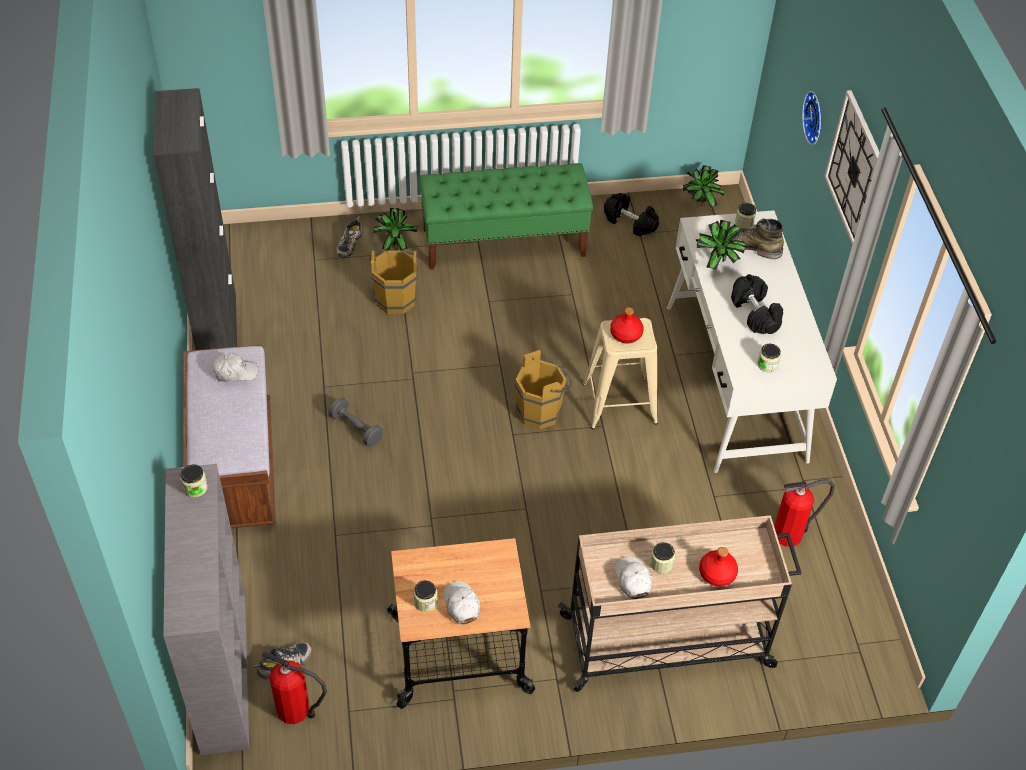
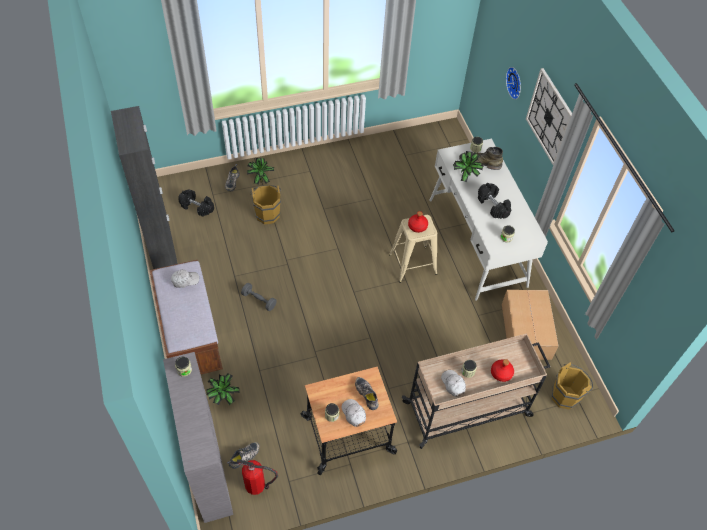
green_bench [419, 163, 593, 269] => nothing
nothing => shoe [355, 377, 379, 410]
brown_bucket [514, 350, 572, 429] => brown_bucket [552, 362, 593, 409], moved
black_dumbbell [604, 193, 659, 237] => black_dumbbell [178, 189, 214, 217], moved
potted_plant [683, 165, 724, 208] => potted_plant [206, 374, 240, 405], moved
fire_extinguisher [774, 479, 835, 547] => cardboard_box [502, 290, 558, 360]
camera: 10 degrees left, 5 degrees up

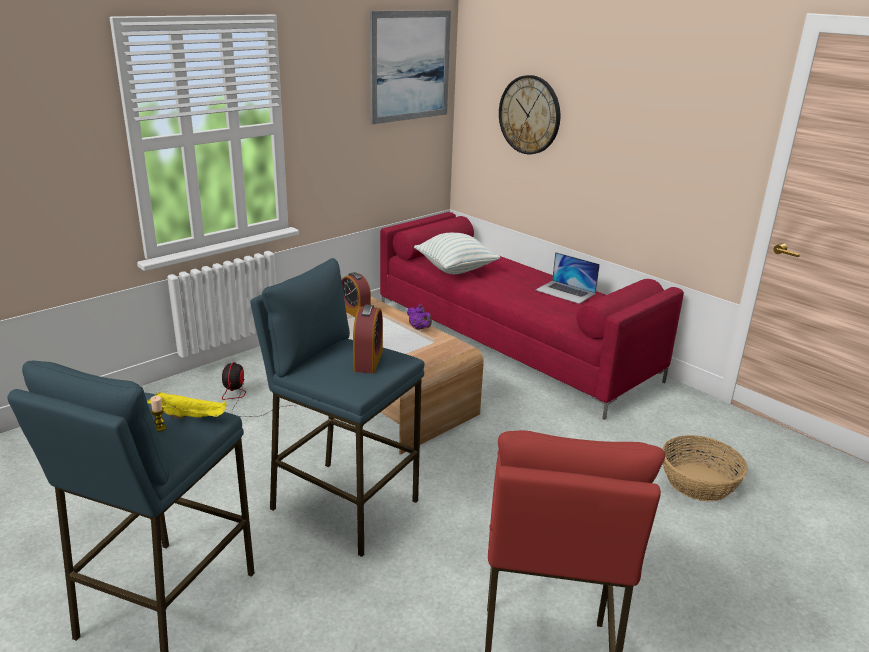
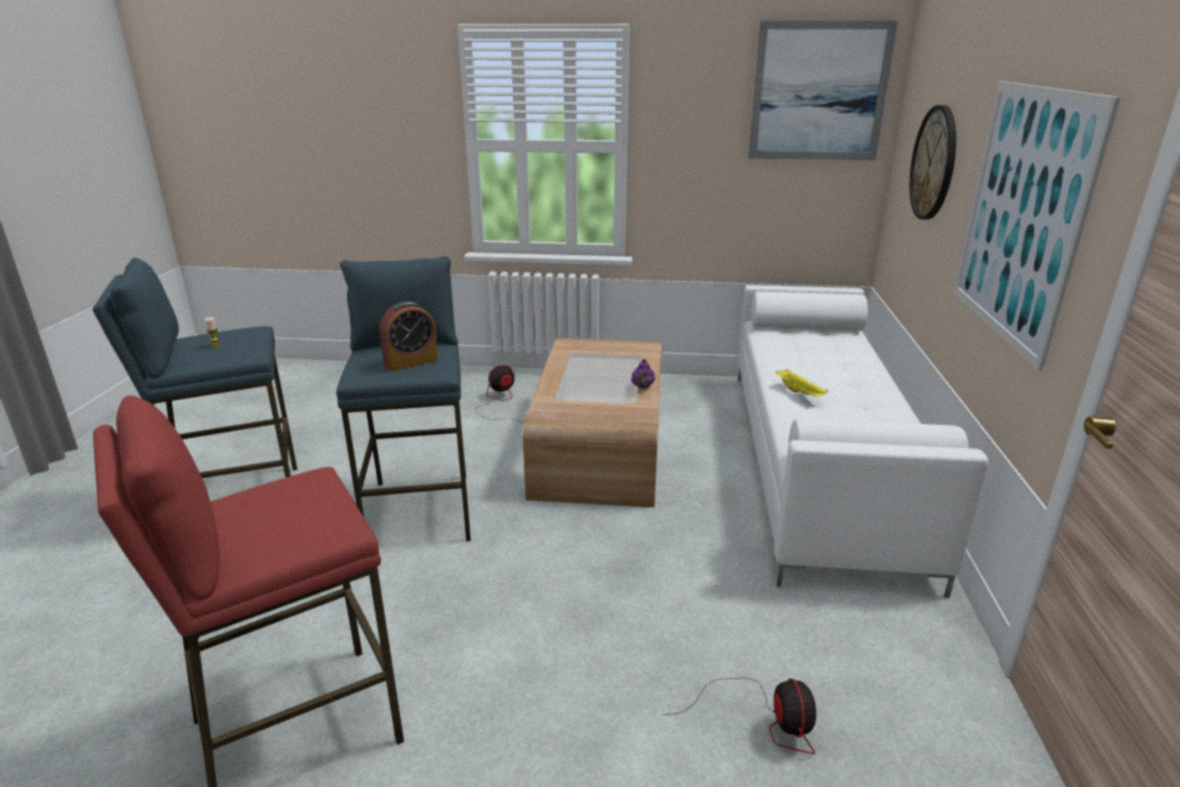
alarm_clock [342, 272, 371, 317] => nothing
pillow [414, 233, 500, 274] => nothing
laptop [536, 252, 600, 304] => nothing
nothing => picture [953, 81, 1121, 371]
yellow_tray [147, 392, 227, 419] => yellow_tray [776, 369, 828, 396], moved
basket [662, 435, 748, 501] => fan [662, 678, 816, 754]
red_sofa [380, 212, 684, 420] => white_sofa [738, 285, 988, 598]
camera: 50 degrees right, 0 degrees up

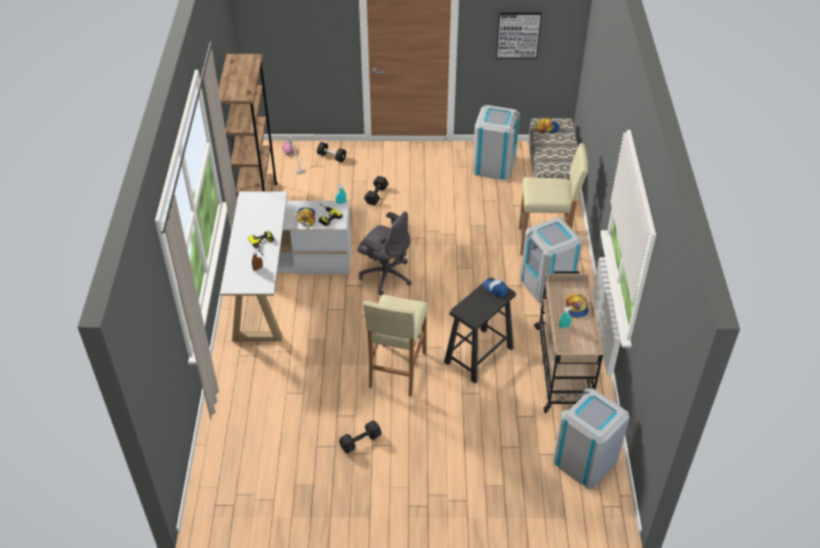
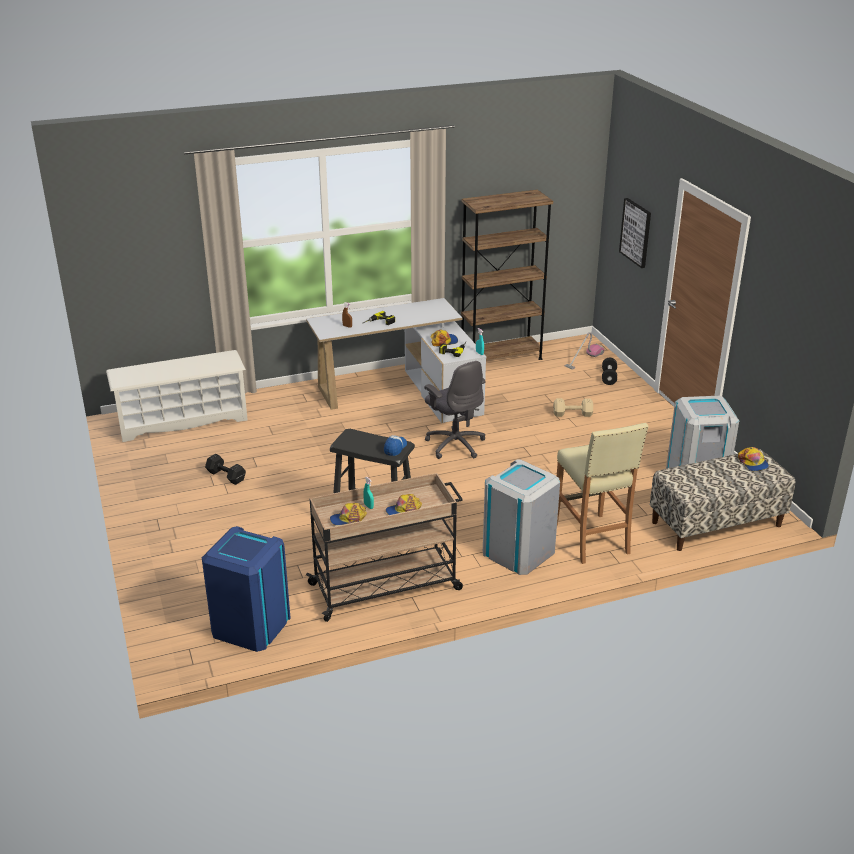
beige_stool [363, 294, 428, 396] => nothing
nothing => white_shoe_rack [106, 350, 248, 442]
nothing => cap [330, 503, 367, 525]
picture [496, 12, 542, 59] => picture [619, 198, 651, 268], moved
black_dumbbell [364, 176, 389, 205] => beige_dumbbell [553, 398, 593, 417]
grey_trash_can [553, 388, 629, 488] => blue_trash_can [202, 526, 291, 652]
grey_office_chair [357, 211, 412, 296] => grey_office_chair [424, 361, 486, 459], 45 degrees counterclockwise
camera: 70 degrees right, 15 degrees down

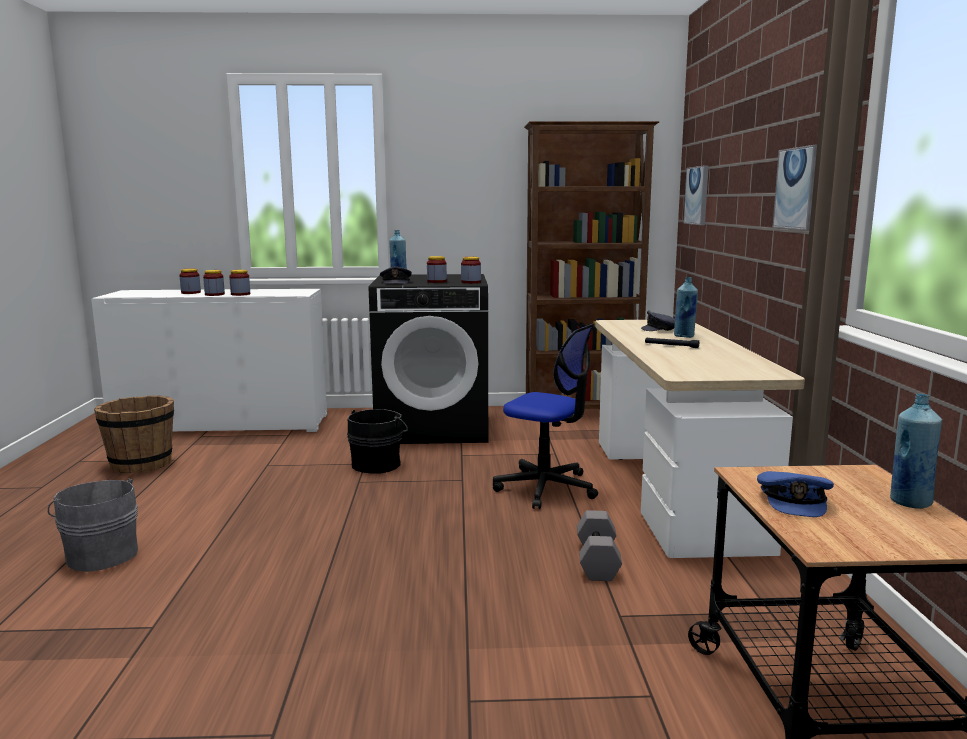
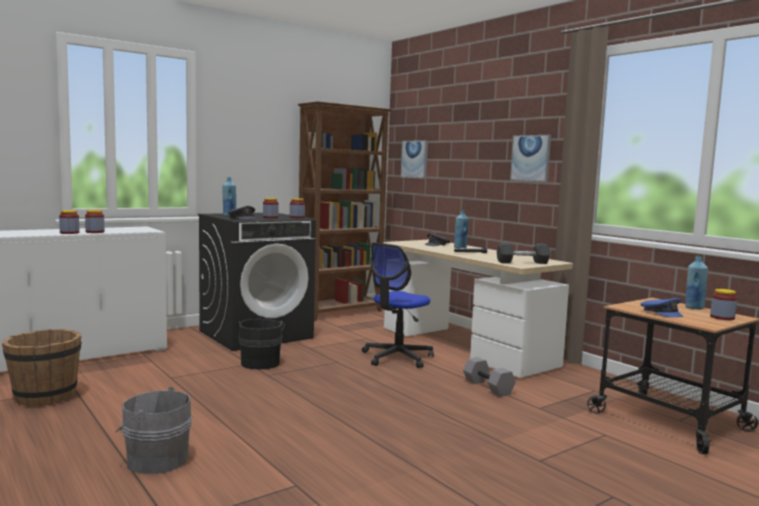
nothing => grey_dumbbell [497, 243, 550, 264]
jar [180, 269, 201, 294] => jar [710, 289, 737, 320], moved
office_chair [493, 324, 598, 509] => office_chair [362, 243, 434, 368], 135 degrees clockwise
camera: 35 degrees left, 5 degrees down

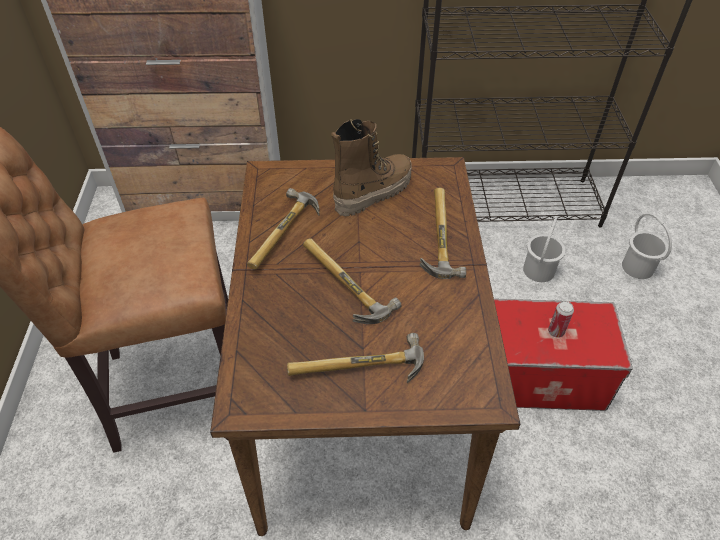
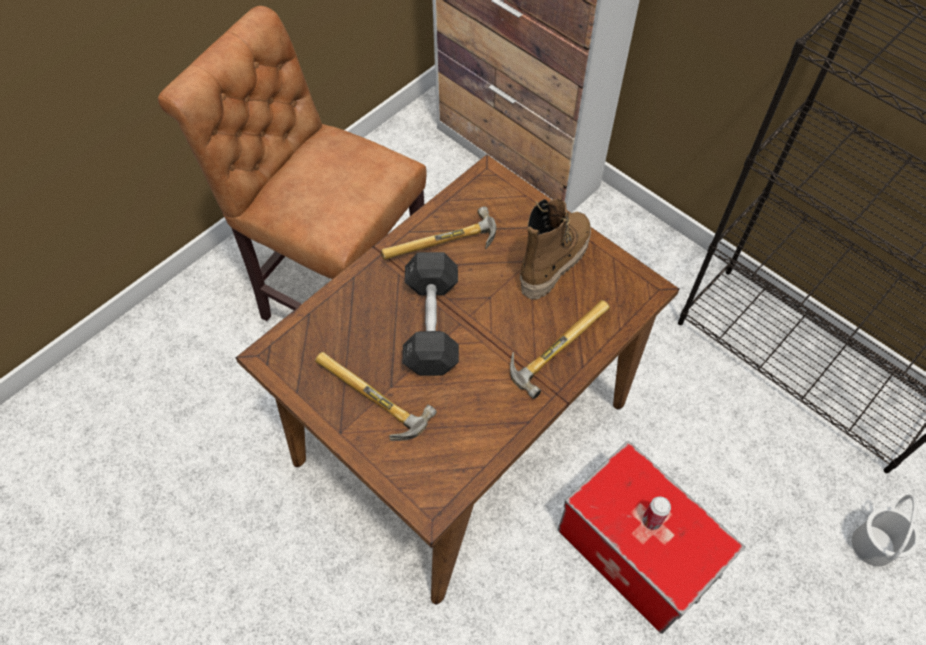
white_bucket [523, 217, 565, 282] => nothing
hammer [303, 238, 402, 324] => grey_dumbbell [402, 252, 459, 376]
boot [331, 119, 412, 216] => boot [520, 199, 591, 300], 60 degrees counterclockwise
camera: 45 degrees right, 10 degrees up

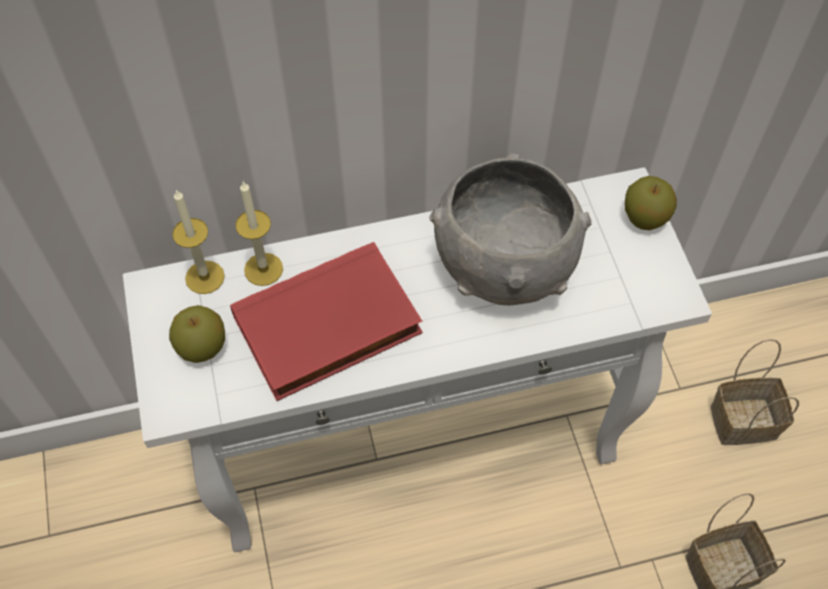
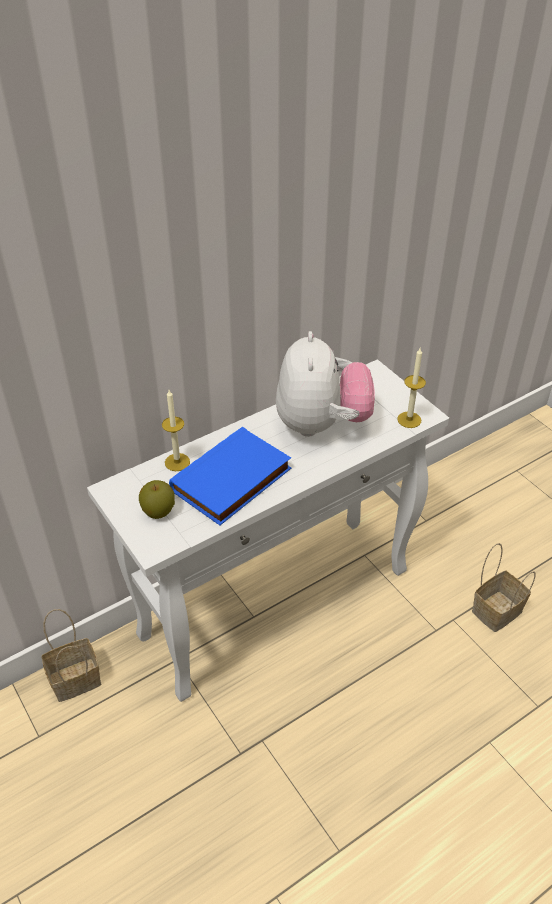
apple [625, 176, 677, 230] => nothing
candle [172, 189, 225, 294] => candle [397, 348, 426, 428], moved
basket [711, 339, 799, 445] => basket [41, 609, 101, 702], moved
grey_bowl [429, 153, 592, 306] => plush_toy [276, 331, 375, 437]
red_book [230, 242, 423, 401] => blue_book [169, 427, 291, 525]
camera: 20 degrees left, 15 degrees down

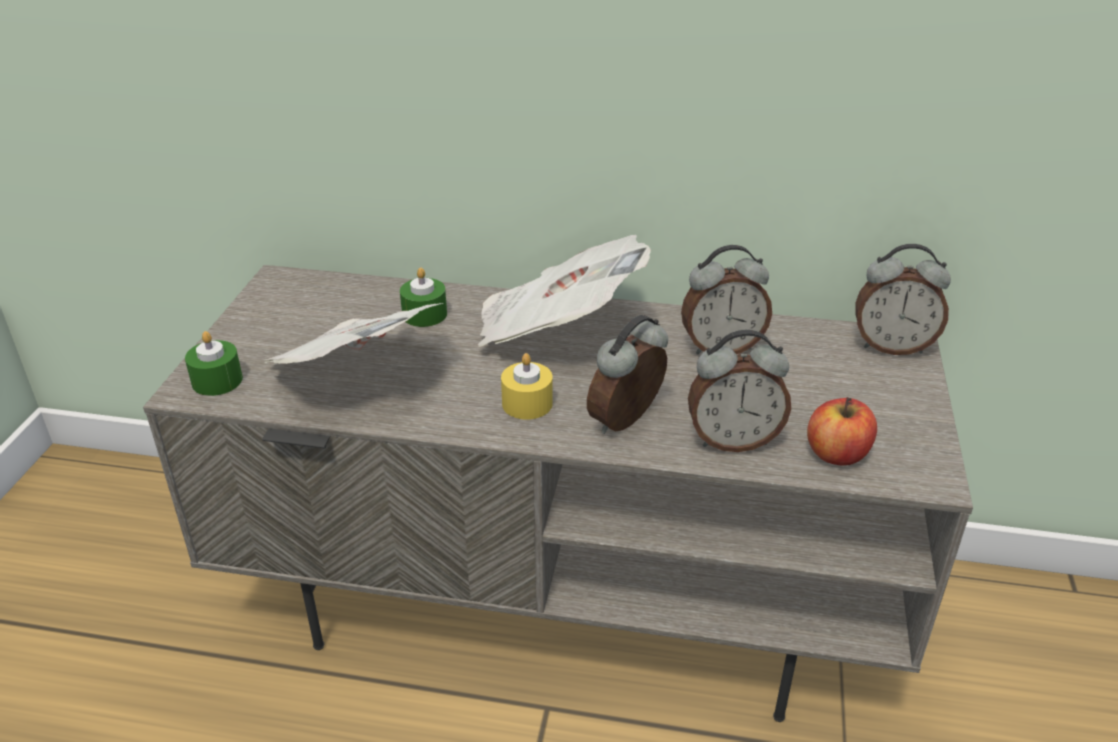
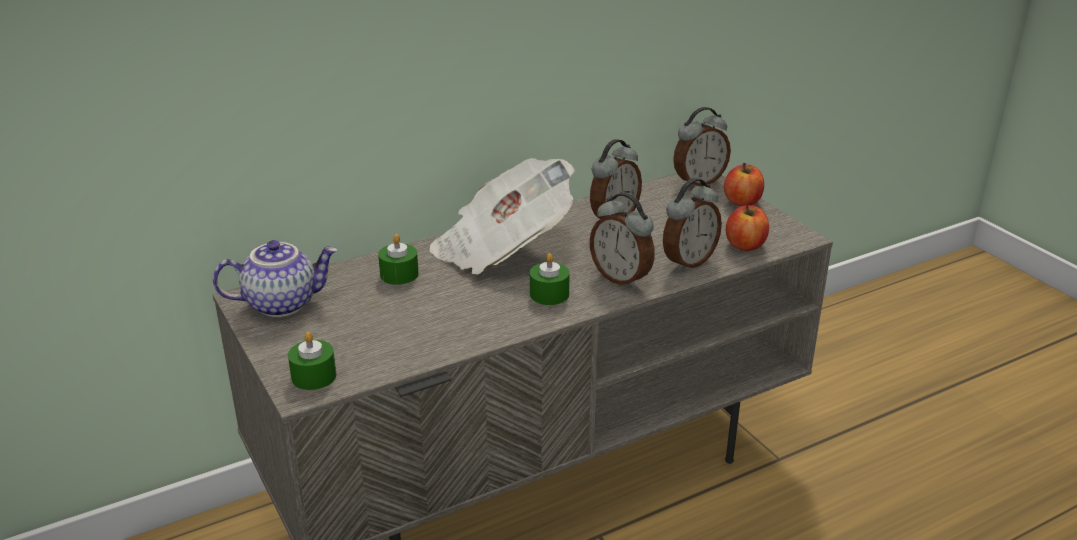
newspaper [265, 303, 443, 364] => nothing
nothing => teapot [213, 240, 338, 317]
nothing => apple [724, 163, 764, 206]
yellow_candle [501, 353, 553, 420] => green_candle [530, 253, 570, 305]
alarm_clock [587, 315, 668, 434] => alarm_clock [590, 193, 655, 289], 45 degrees counterclockwise
camera: 40 degrees left, 5 degrees down

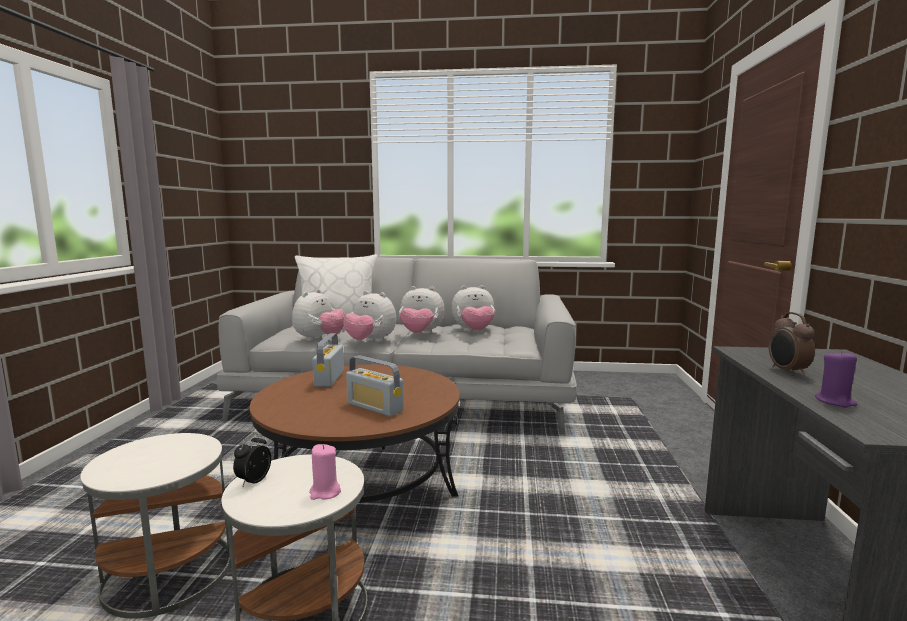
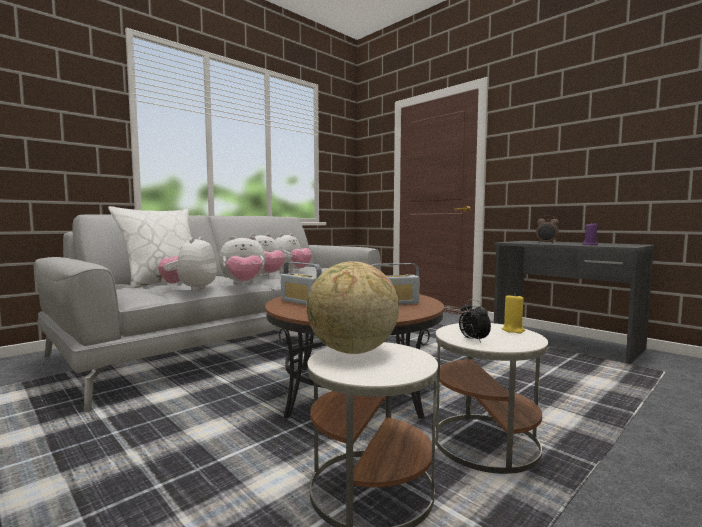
nothing => globe [307, 261, 399, 354]
pink_candle [309, 444, 341, 500] => yellow_candle [502, 295, 525, 334]
plush_toy [292, 289, 346, 341] => plush_toy [158, 237, 217, 291], 150 degrees counterclockwise
camera: 50 degrees left, 5 degrees down

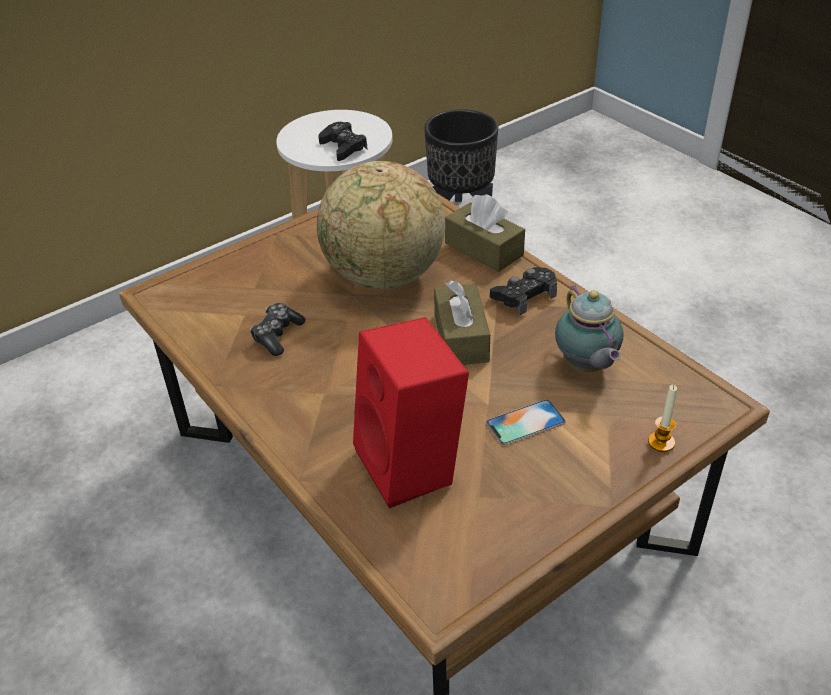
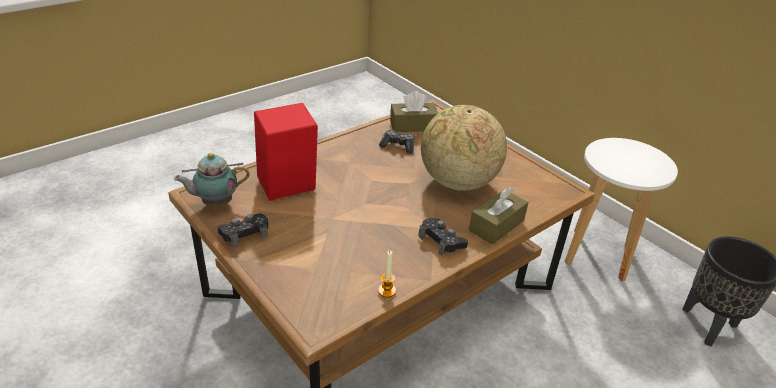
phone [486, 400, 565, 445] => nothing
black_game_controller [318, 122, 368, 161] => black_game_controller [218, 213, 268, 248], moved
brown_tissue_box [434, 280, 490, 365] => brown_tissue_box [390, 91, 438, 132], moved
teapot [555, 285, 623, 372] => teapot [174, 153, 250, 207], moved
candle [648, 385, 677, 452] => candle [378, 250, 396, 297], moved
camera: 85 degrees right, 5 degrees down

